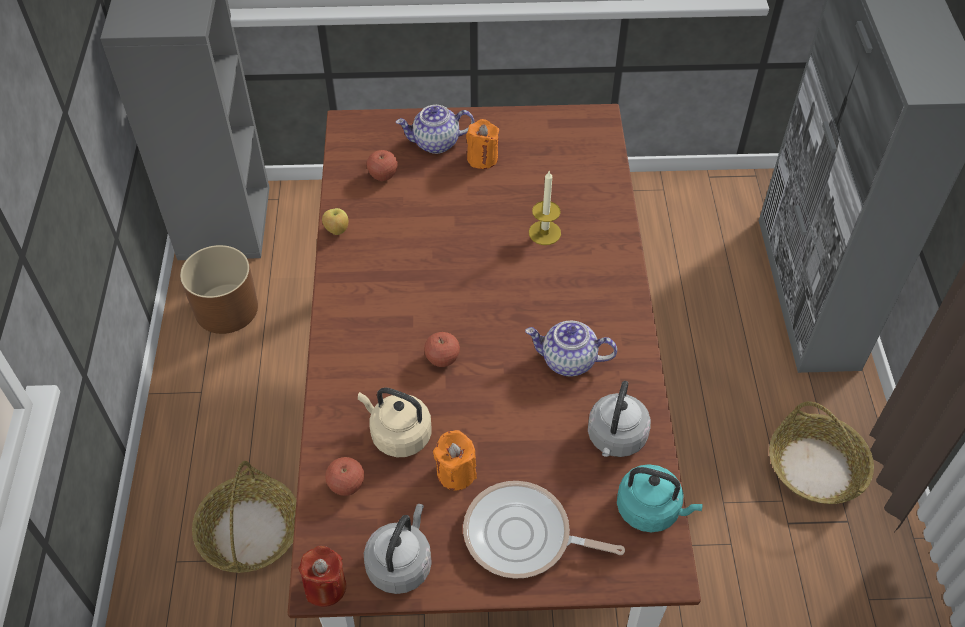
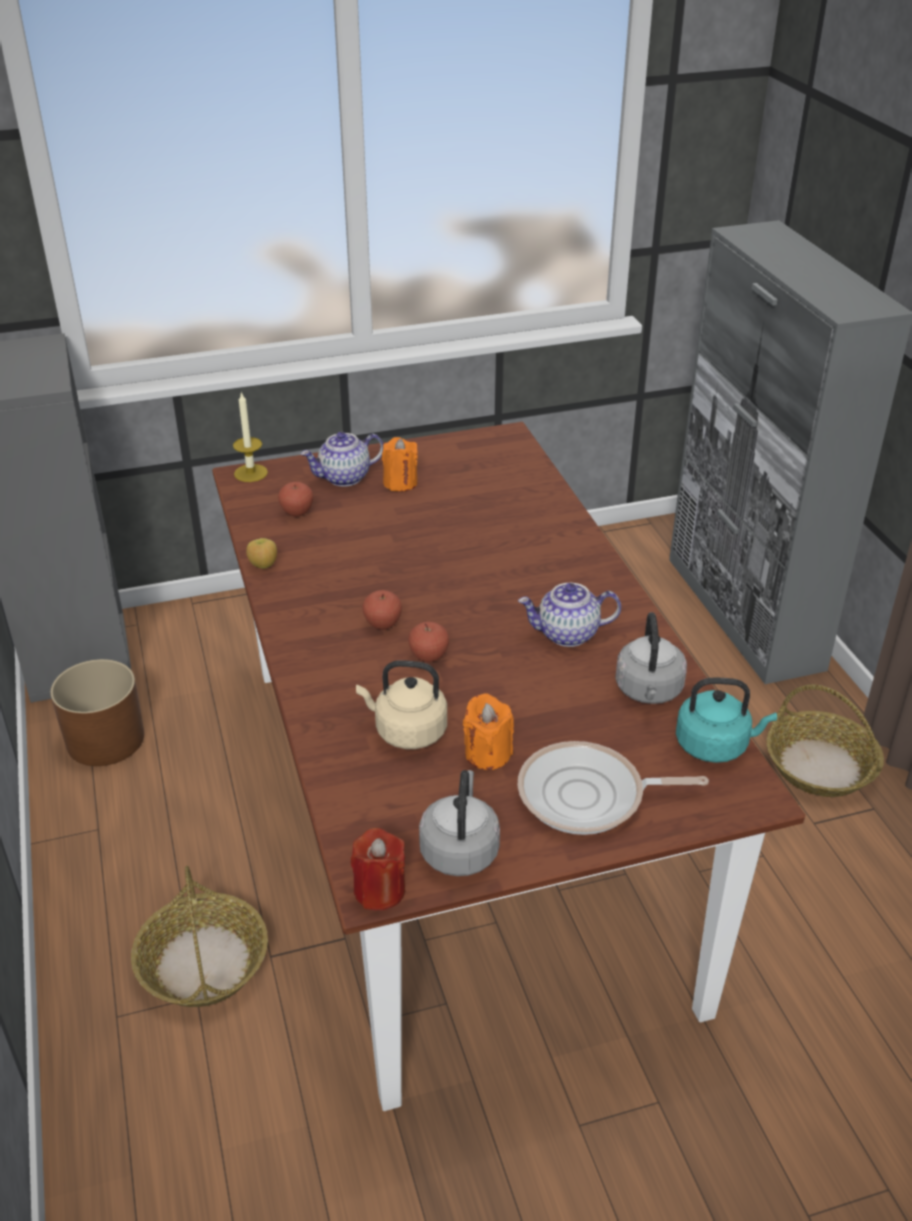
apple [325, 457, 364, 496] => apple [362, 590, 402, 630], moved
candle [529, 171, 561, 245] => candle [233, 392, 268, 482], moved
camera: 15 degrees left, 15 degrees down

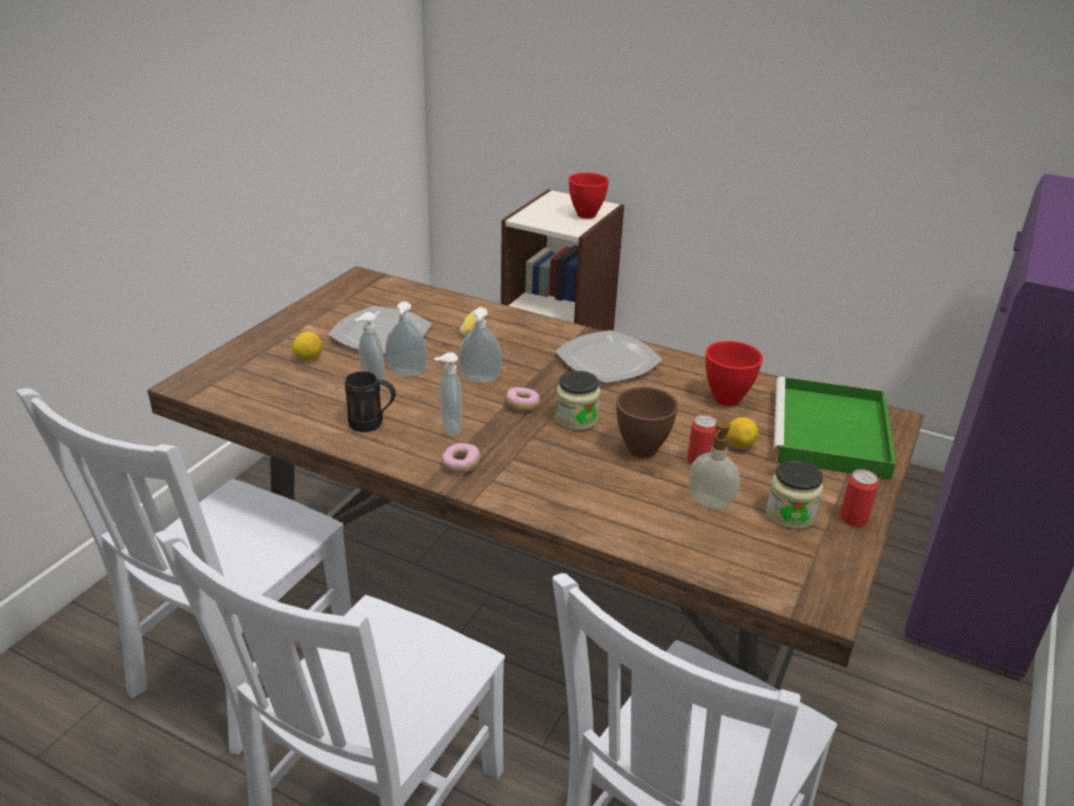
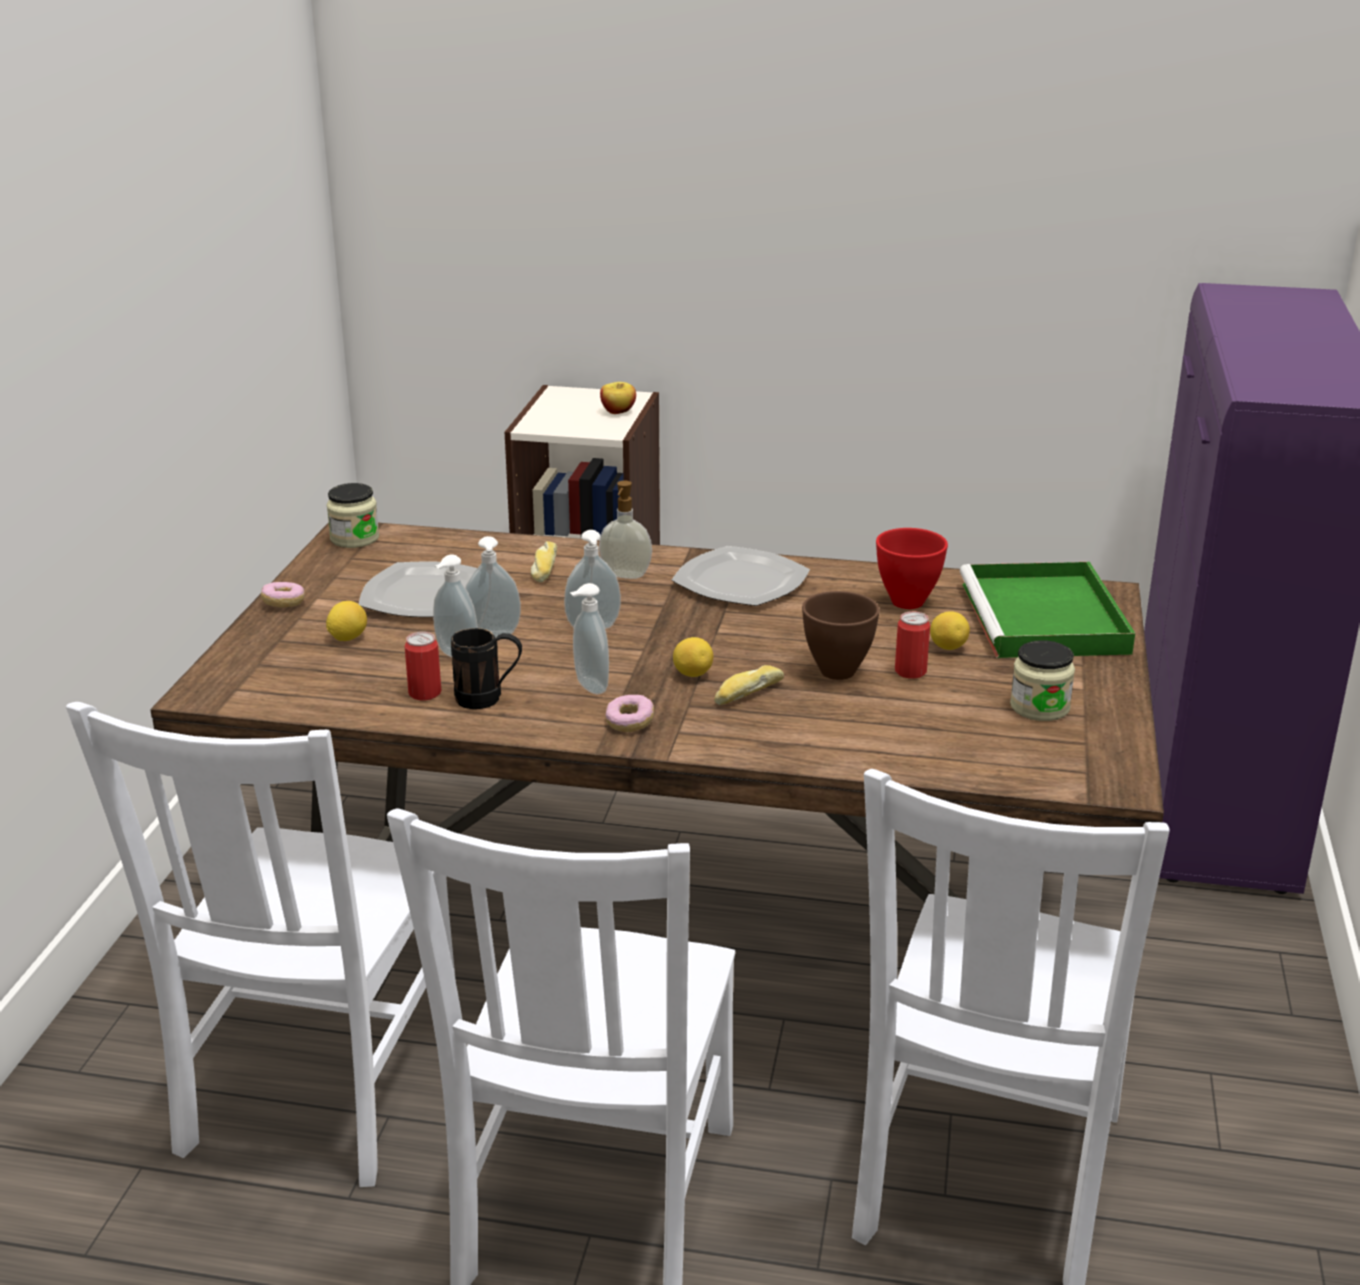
nothing => lemon [673, 637, 713, 677]
nothing => bread [714, 665, 784, 705]
donut [506, 387, 540, 411] => donut [261, 582, 305, 608], moved
jar [555, 371, 600, 430] => jar [327, 483, 379, 548], moved
soap_dispenser [689, 420, 740, 510] => soap_dispenser [599, 481, 652, 579], moved
can [840, 469, 878, 527] => can [405, 632, 441, 700], moved
red_bowl [569, 173, 609, 219] => apple [600, 382, 636, 414]
camera: 15 degrees left, 5 degrees down

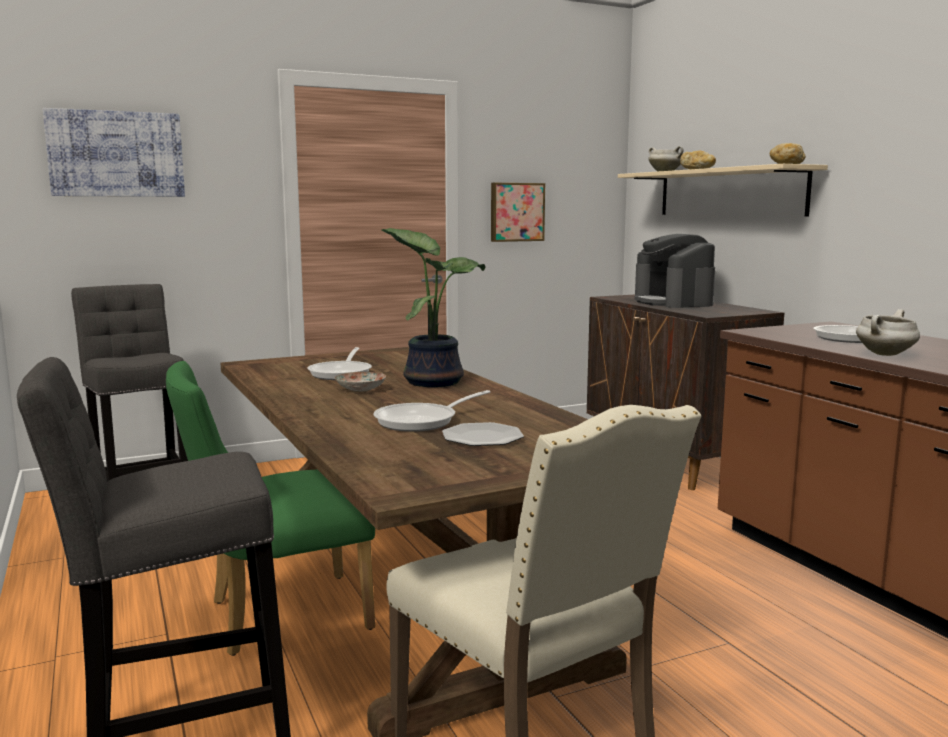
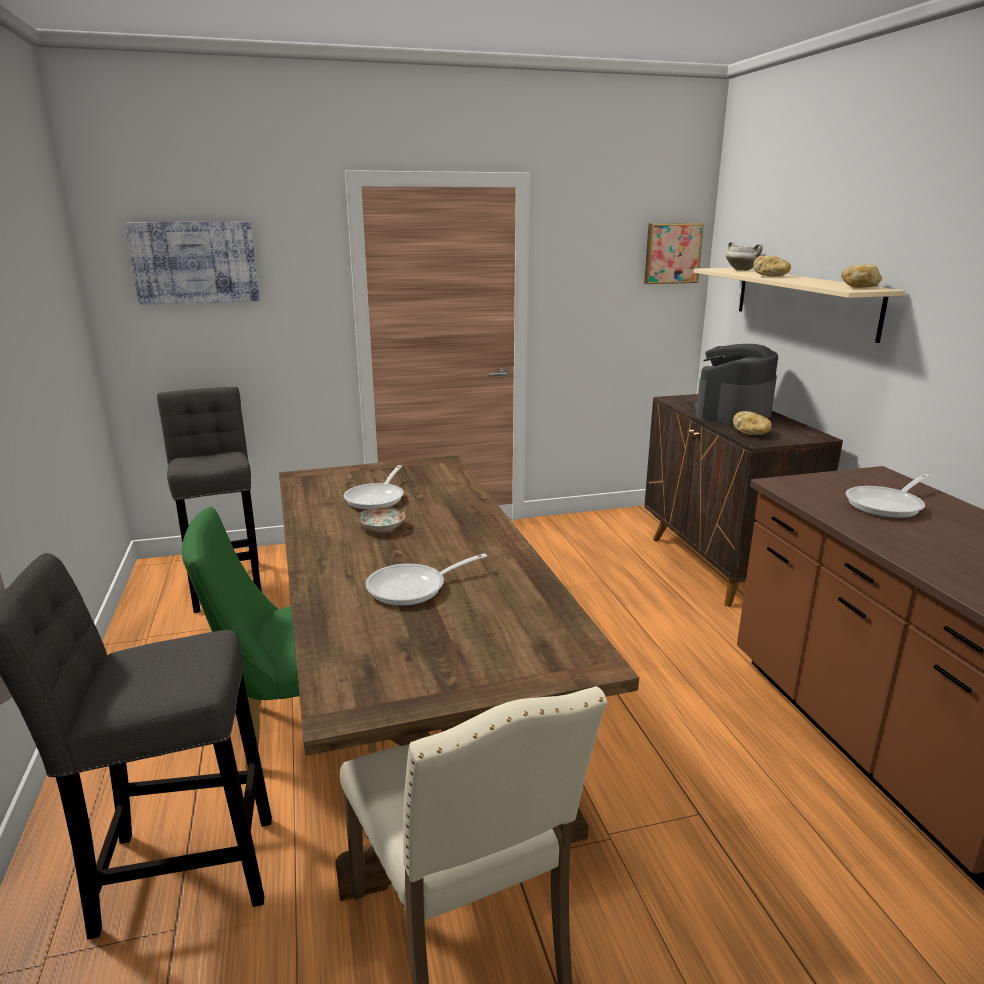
potted_plant [382, 228, 486, 387] => nothing
plate [442, 422, 524, 446] => nothing
white_cooking_pot [856, 309, 920, 356] => nothing
nothing => bread [733, 411, 771, 435]
picture [491, 183, 545, 242] => picture [644, 223, 704, 284], moved
coffee_machine [634, 234, 715, 308] => coffee_machine [694, 344, 778, 425], 45 degrees clockwise
camera: 10 degrees right, 10 degrees up

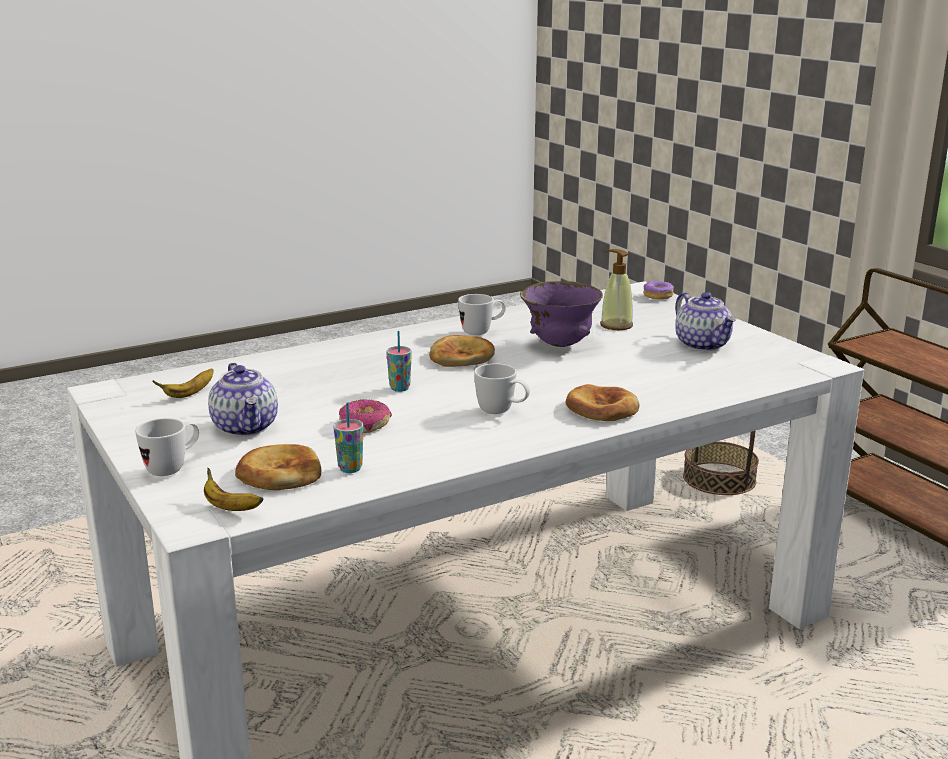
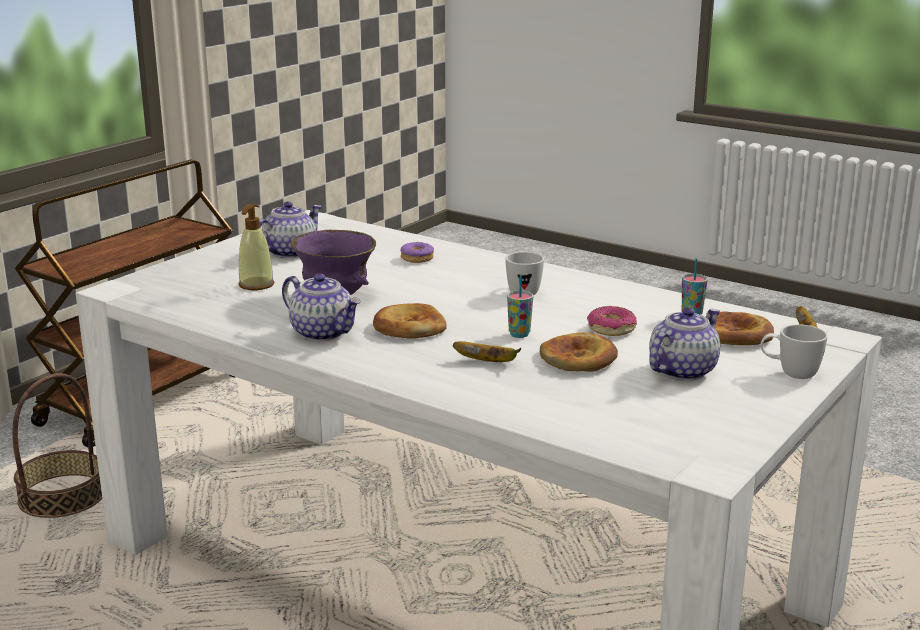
banana [152, 368, 214, 398] => banana [453, 341, 521, 362], moved
bread [565, 384, 640, 421] => bread [540, 332, 618, 372], moved
donut [643, 281, 674, 299] => donut [400, 242, 434, 263], moved
white_mug [458, 294, 506, 335] => teapot [282, 273, 361, 341]
camera: 115 degrees left, 0 degrees up

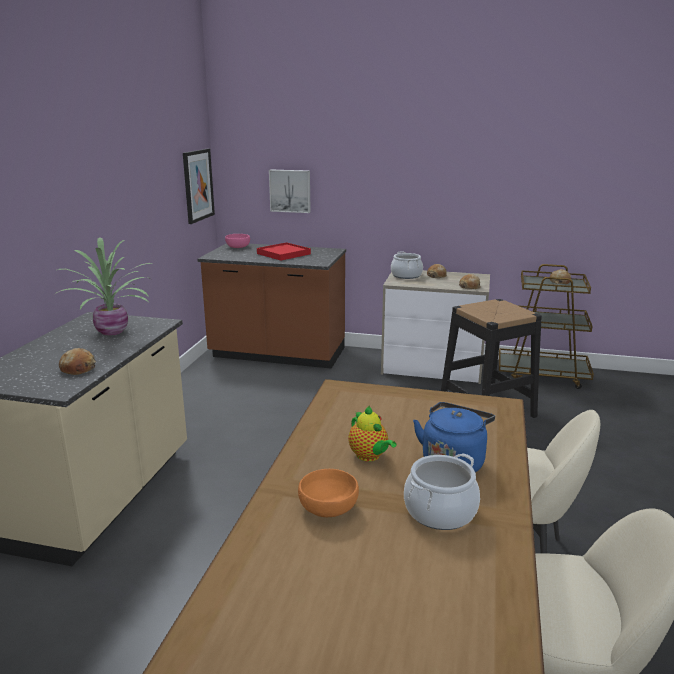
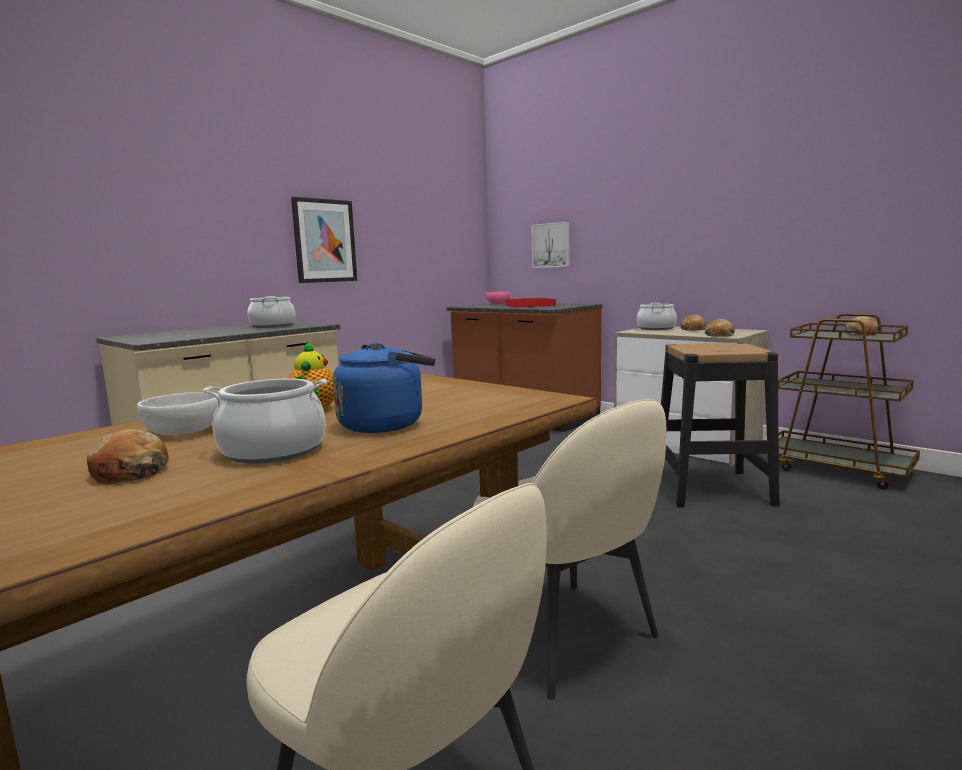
bread [59, 348, 96, 375] => bread [87, 429, 169, 484], moved
picture [183, 149, 215, 224] => picture [291, 197, 357, 283], moved
potted_plant [55, 238, 151, 336] => cooking_pot [247, 296, 295, 328]
orange_bowl [298, 469, 359, 517] => white_bowl [137, 392, 219, 435]
camera: 30 degrees right, 10 degrees down

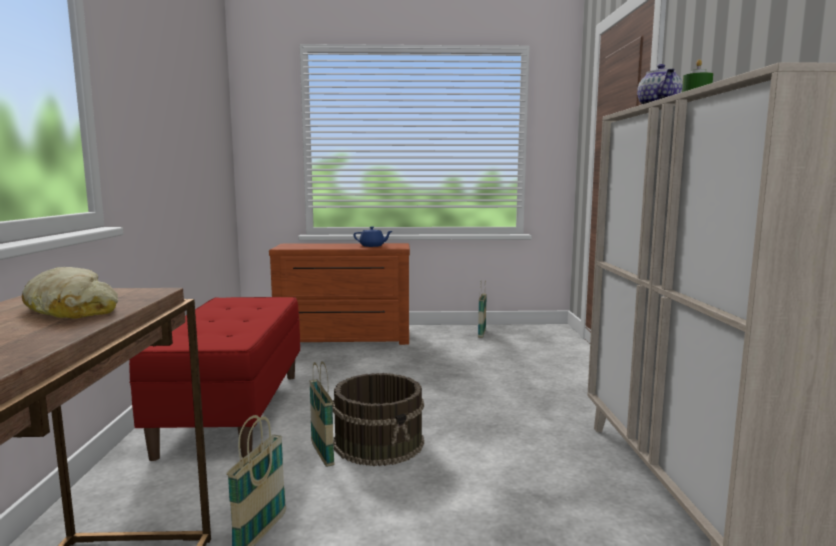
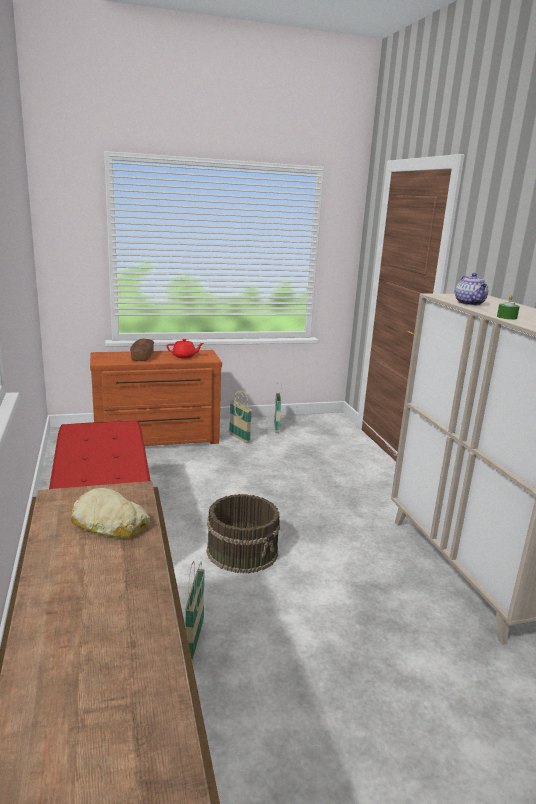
nothing => bread [130, 339, 154, 361]
basket [309, 361, 335, 467] => basket [229, 391, 252, 443], moved
blue_teapot [354, 227, 392, 247] => red_teapot [167, 339, 204, 358]
camera: 15 degrees left, 10 degrees up

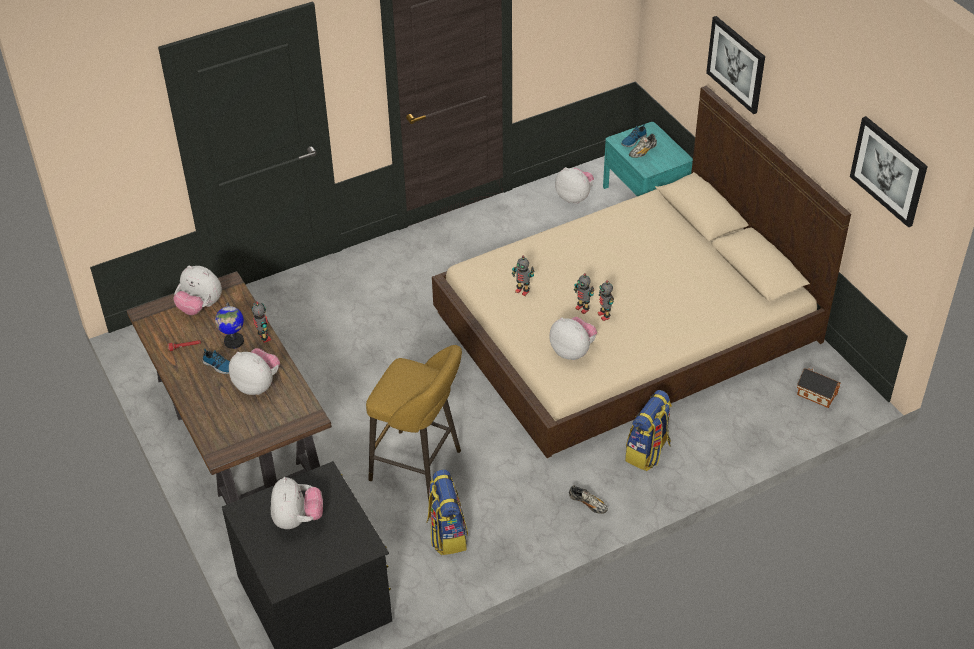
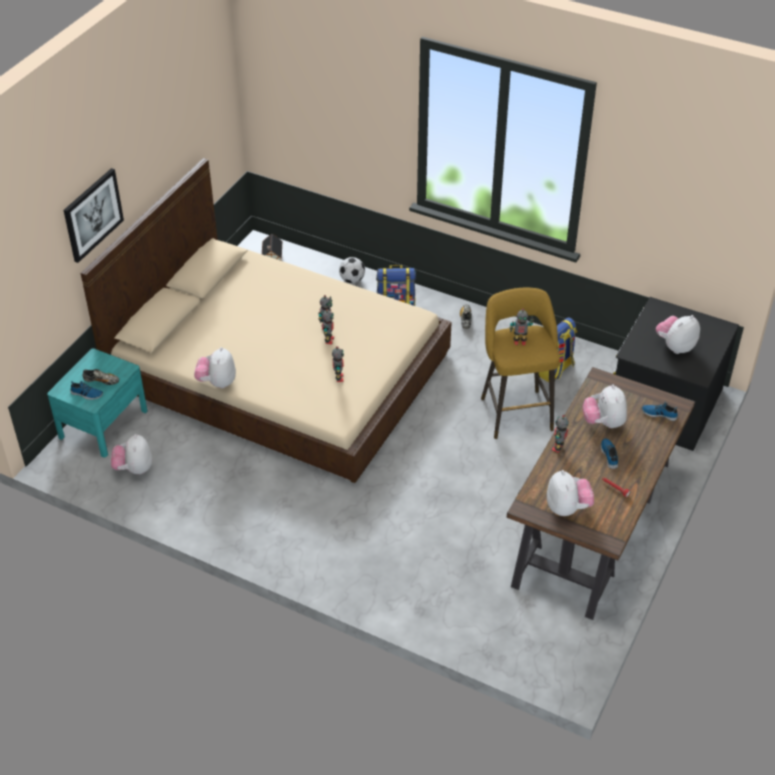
globe [215, 302, 244, 349] => nothing
picture [850, 116, 928, 227] => nothing
nothing => football [339, 257, 365, 283]
nothing => toy_robot [510, 308, 534, 345]
nothing => shoe [642, 401, 678, 421]
plush_toy [550, 317, 597, 360] => plush_toy [194, 347, 236, 388], moved
camera: 125 degrees left, 0 degrees up

